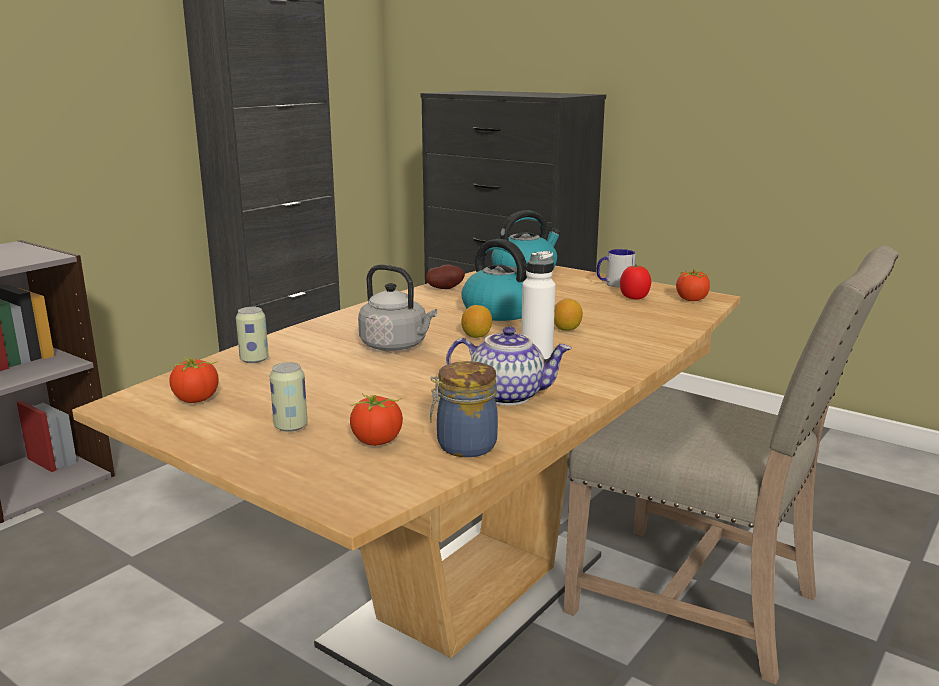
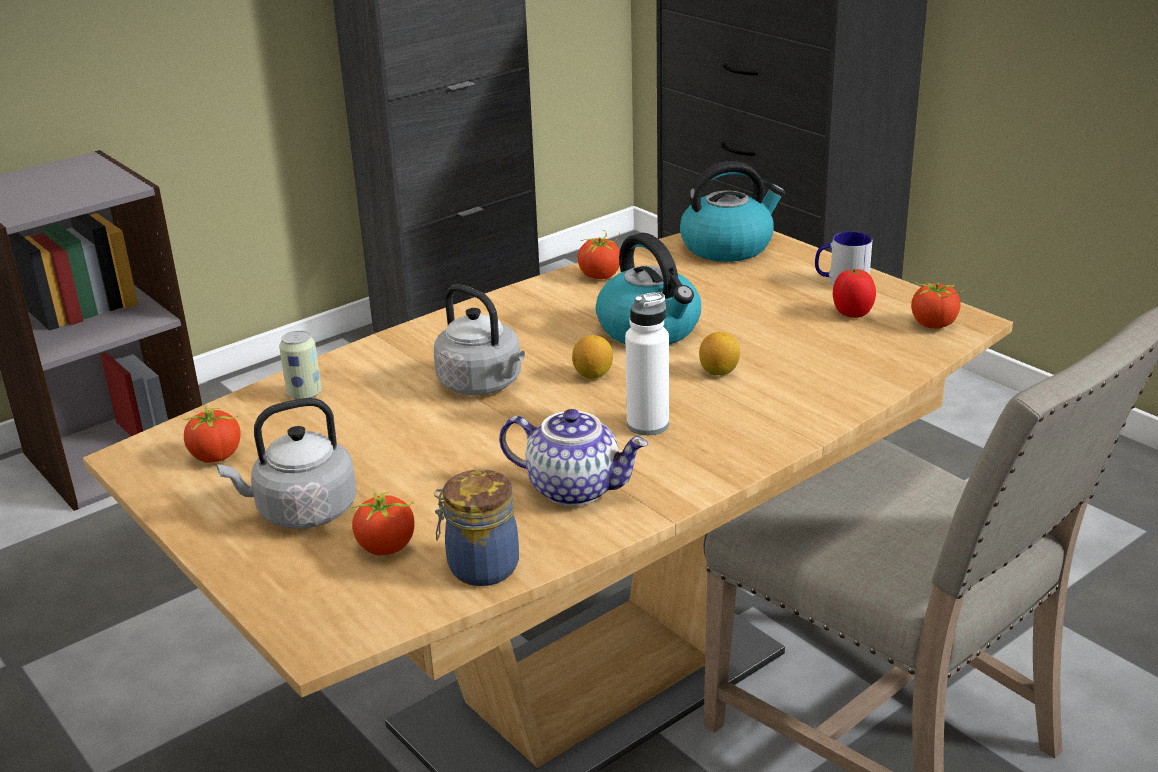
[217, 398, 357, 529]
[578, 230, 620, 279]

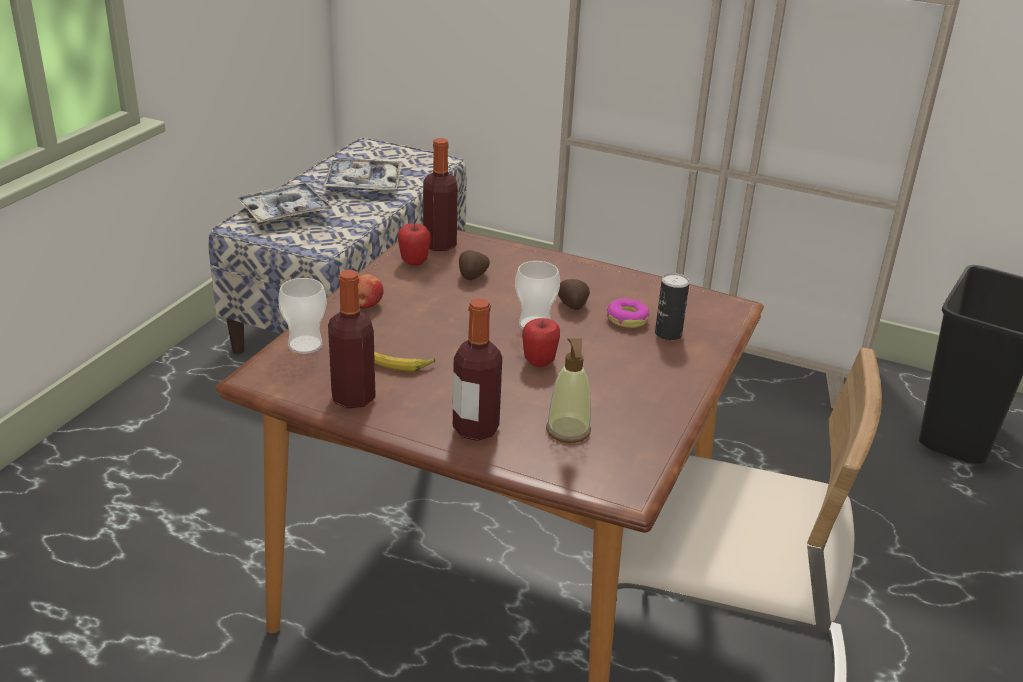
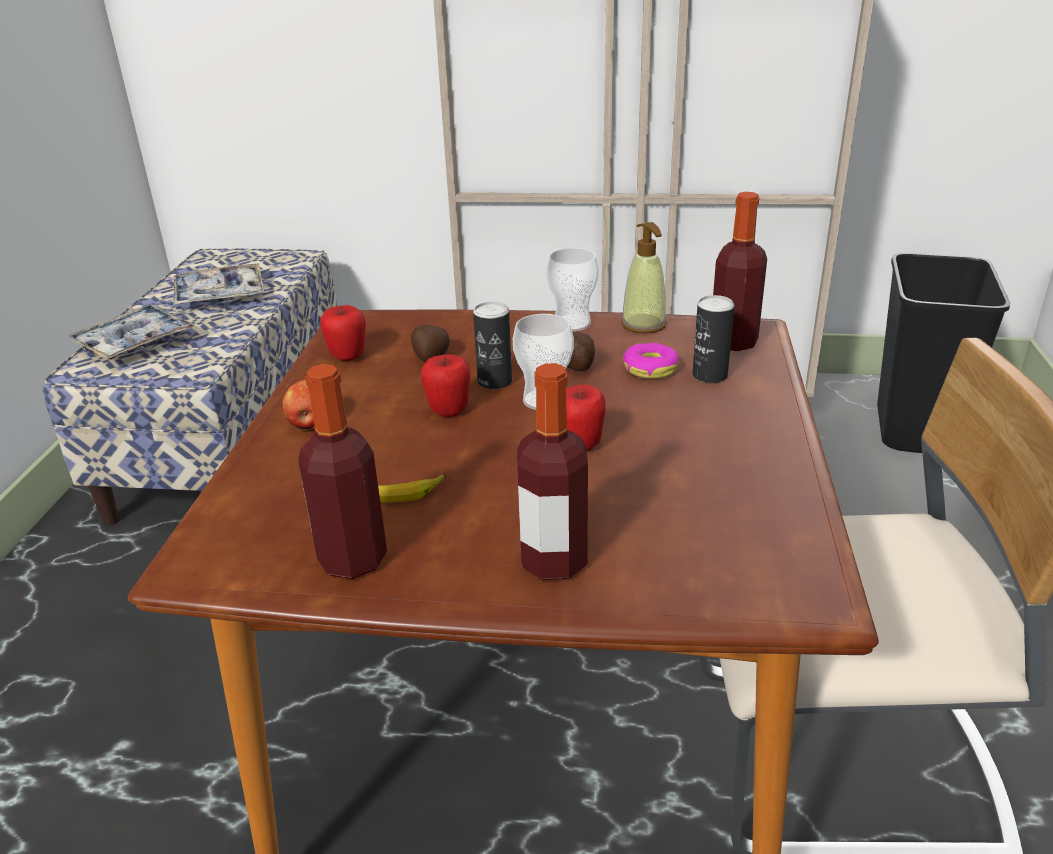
[421, 354, 470, 417]
[473, 302, 512, 389]
[546, 248, 598, 331]
[621, 222, 666, 334]
[713, 192, 767, 351]

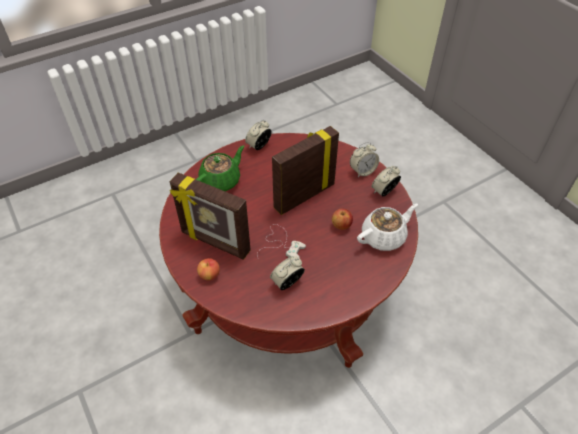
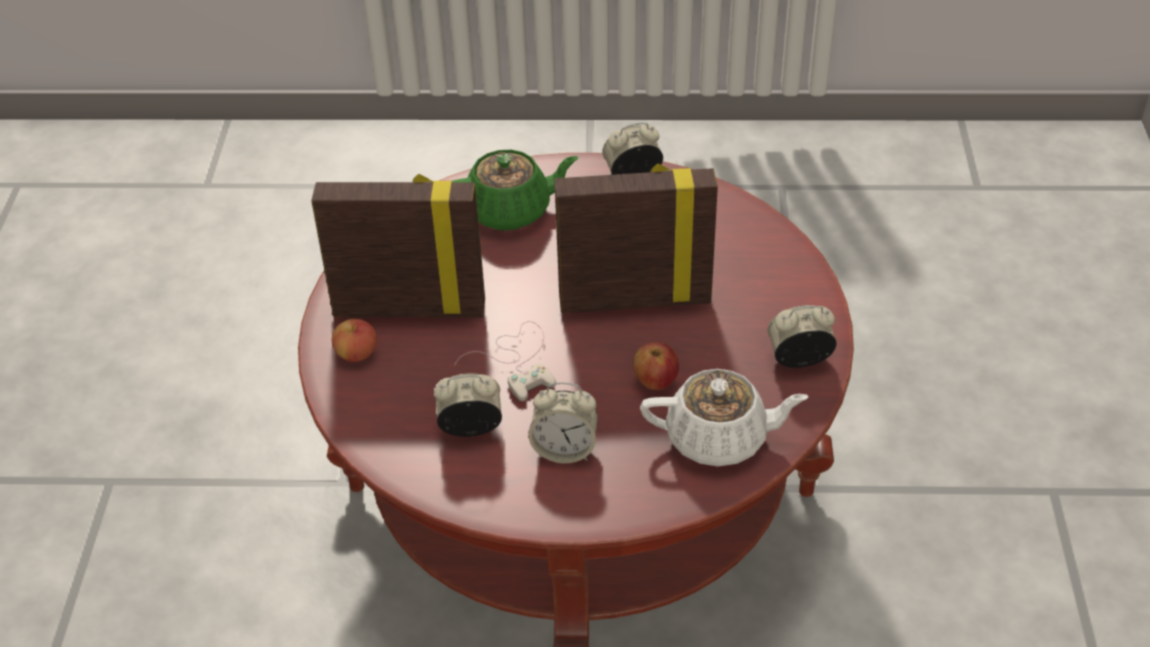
[311, 174, 485, 317]
[528, 382, 598, 463]

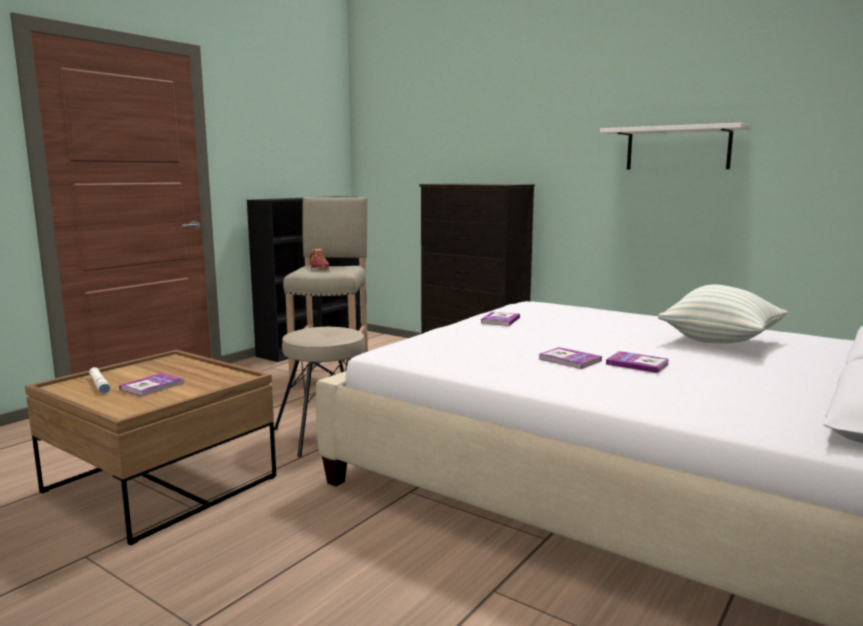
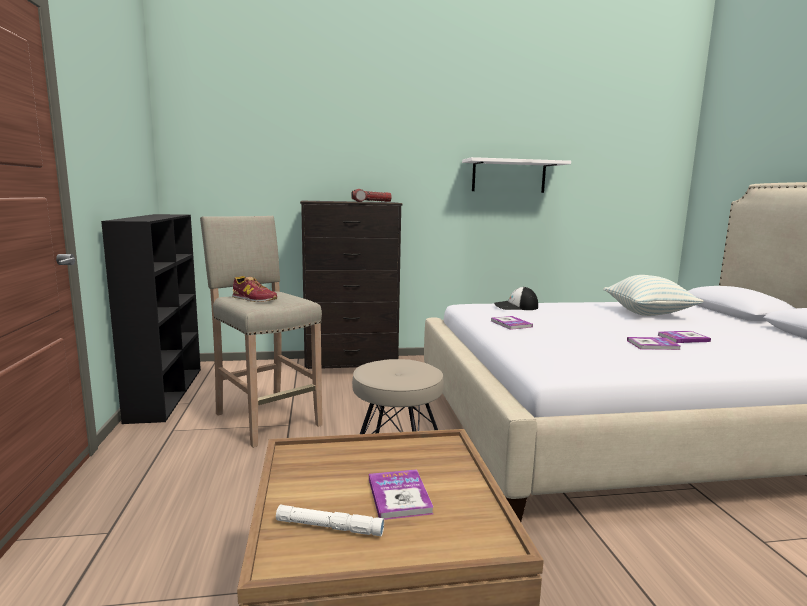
[351, 189, 392, 202]
[494, 287, 538, 310]

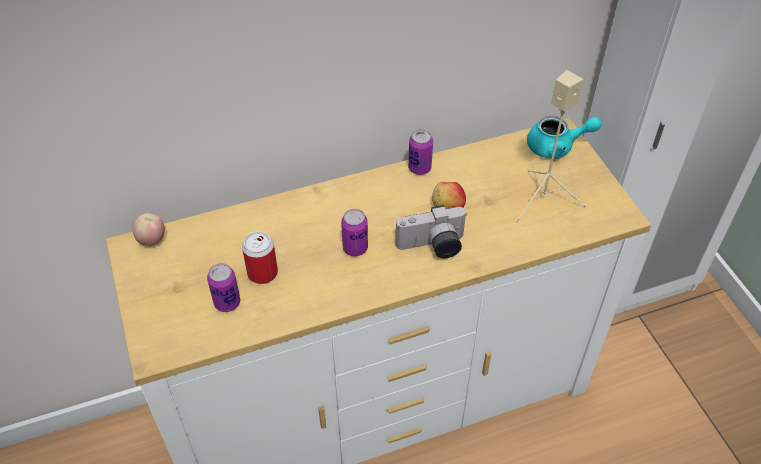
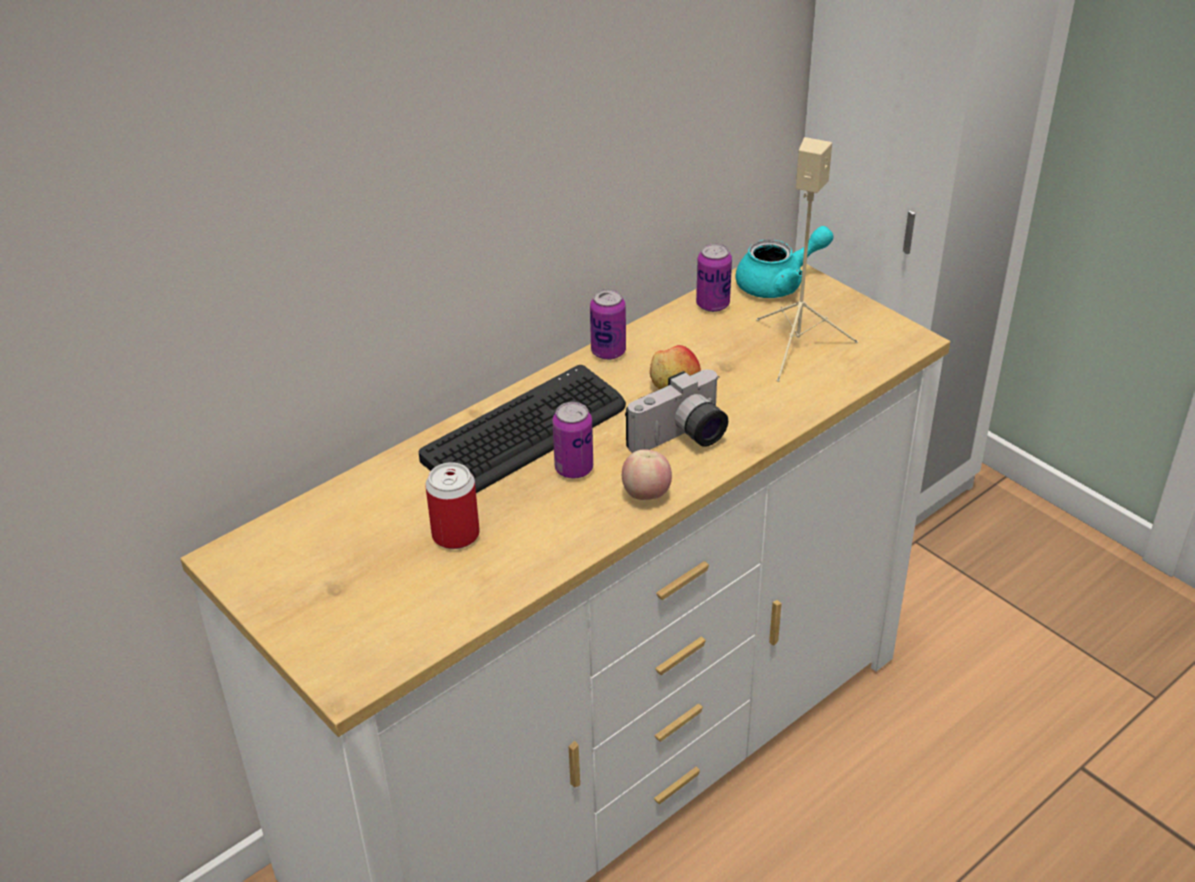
[419, 365, 626, 493]
[622, 449, 672, 500]
[696, 243, 732, 312]

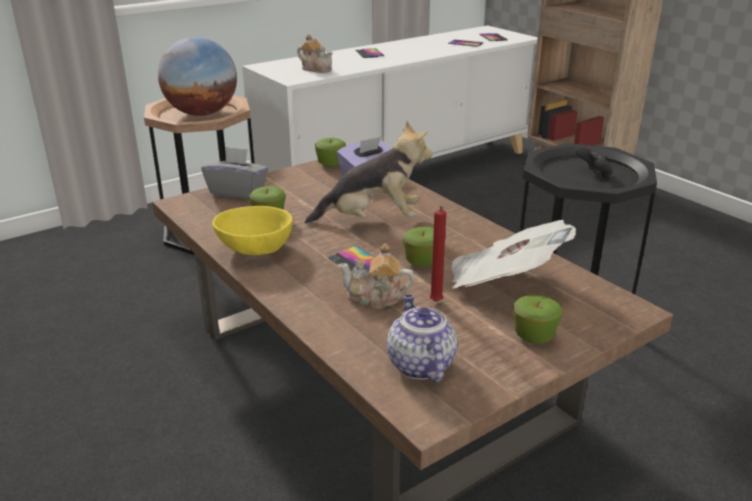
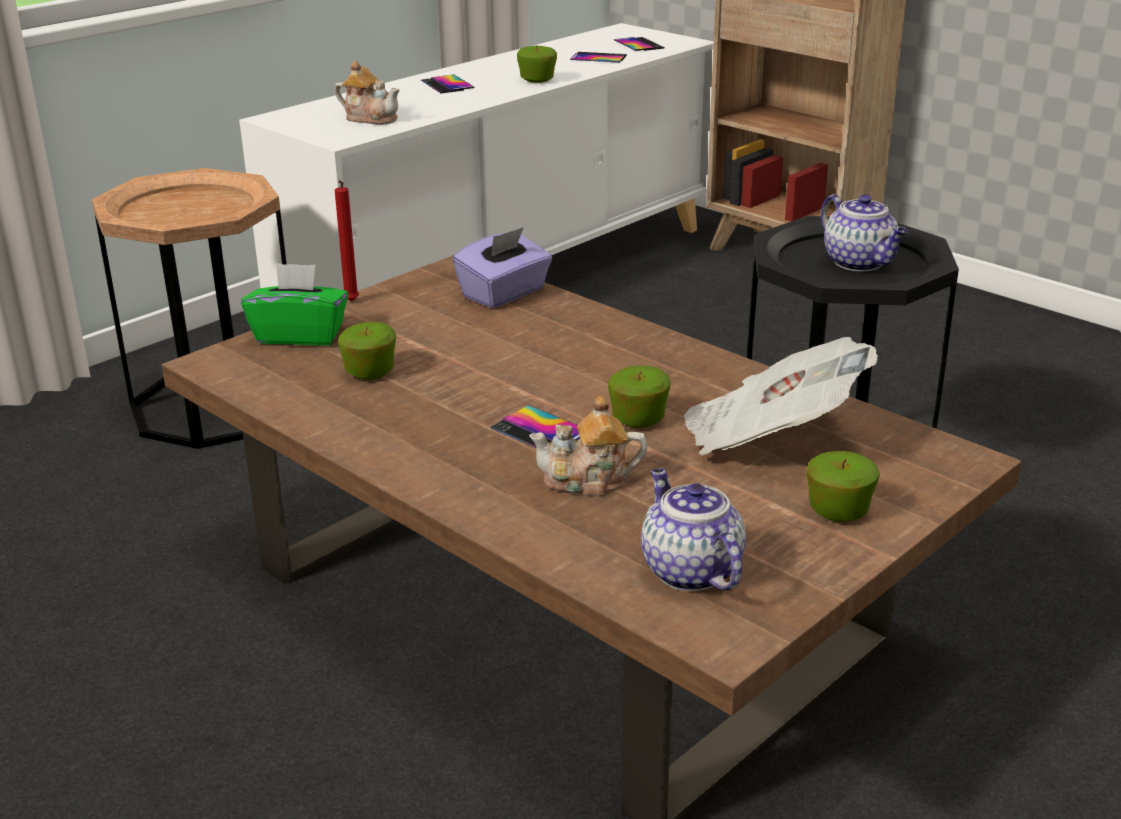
[241, 263, 349, 346]
[335, 180, 359, 302]
[517, 45, 557, 83]
[821, 194, 908, 271]
[158, 37, 237, 116] (first image)
[212, 206, 293, 255] (first image)
[305, 121, 433, 224] (first image)

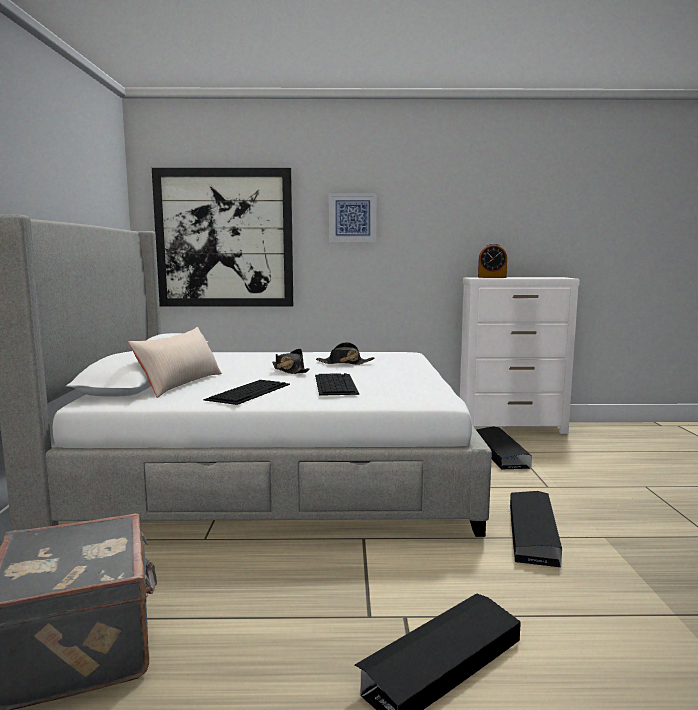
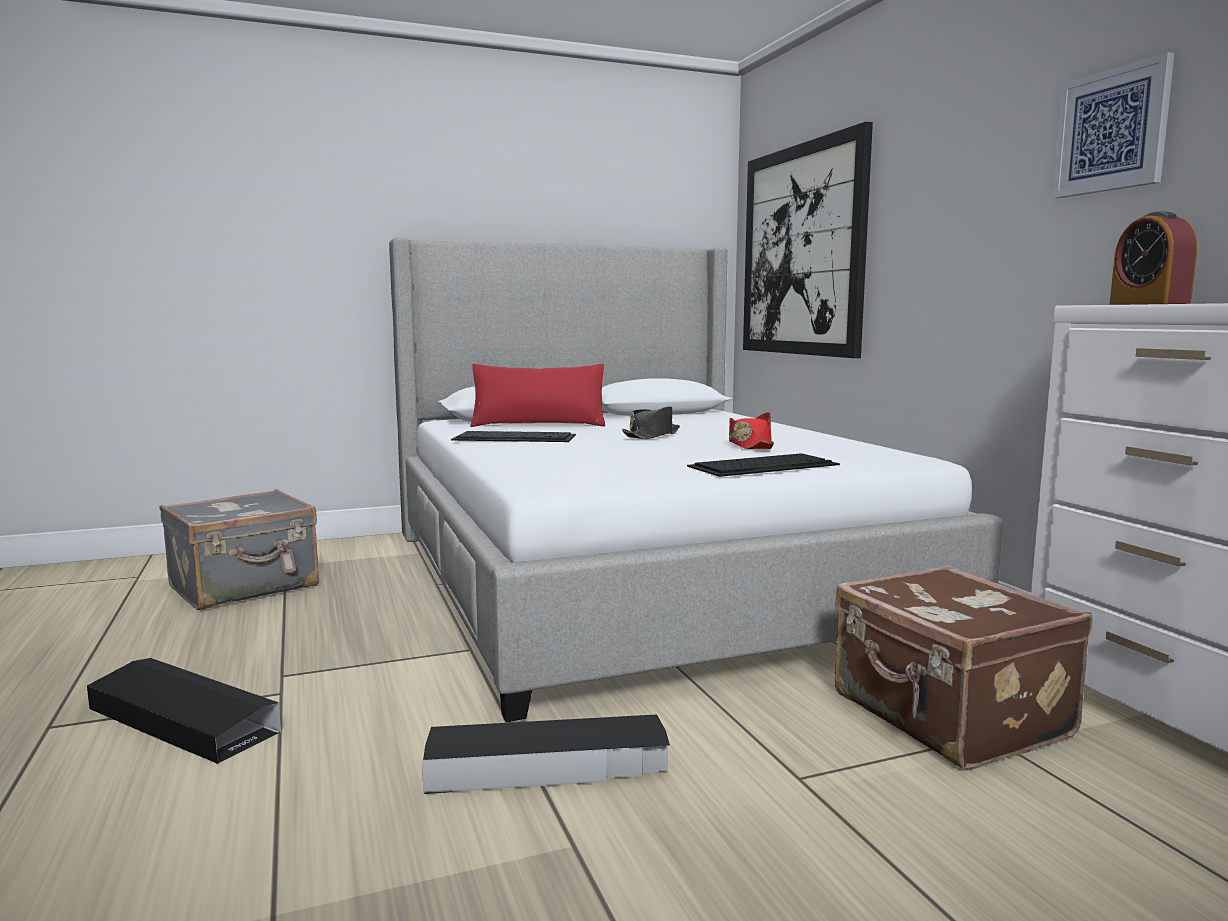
[470, 364, 605, 427]
[687, 453, 840, 477]
[729, 412, 774, 449]
[835, 566, 1093, 770]
[1052, 52, 1174, 198]

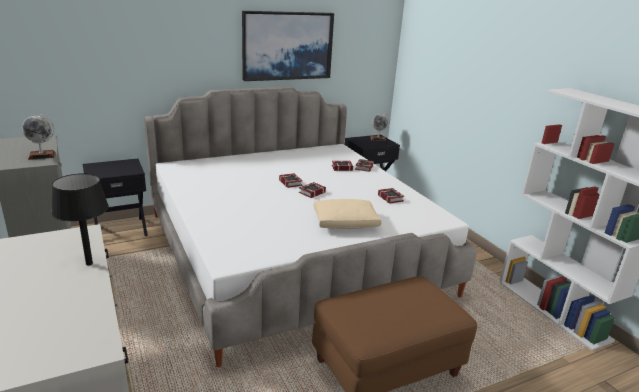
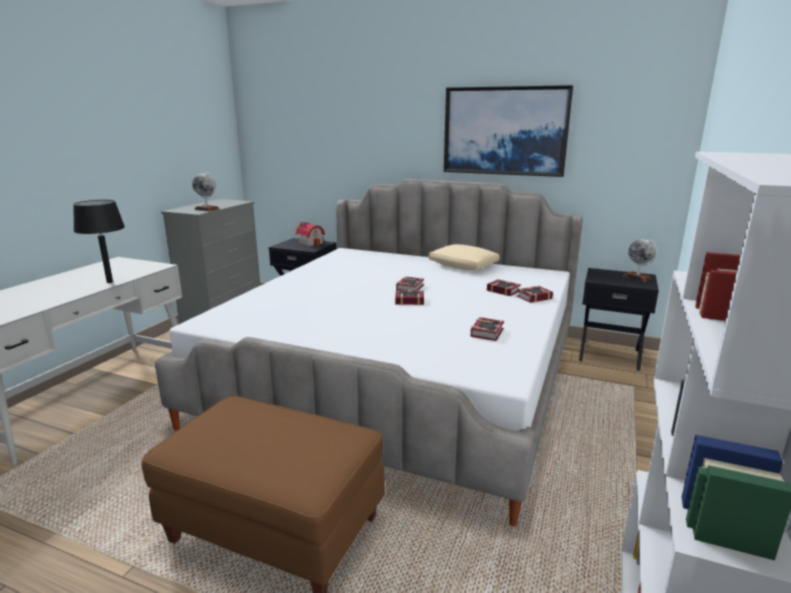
[296, 222, 325, 246]
[428, 244, 500, 270]

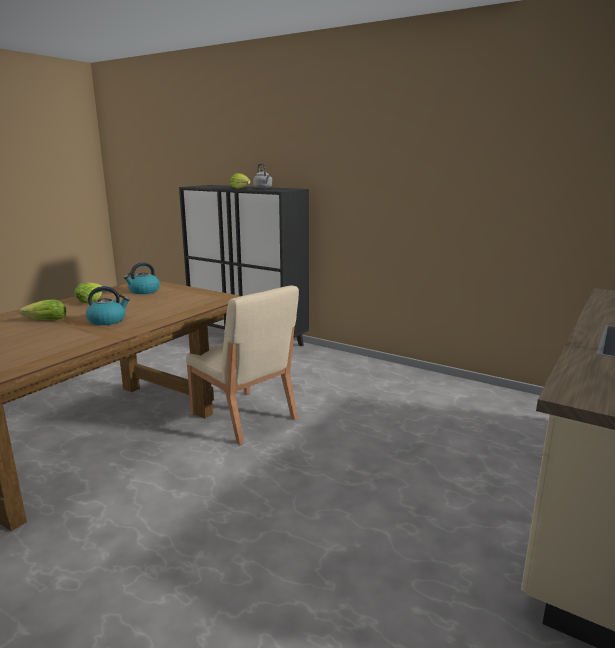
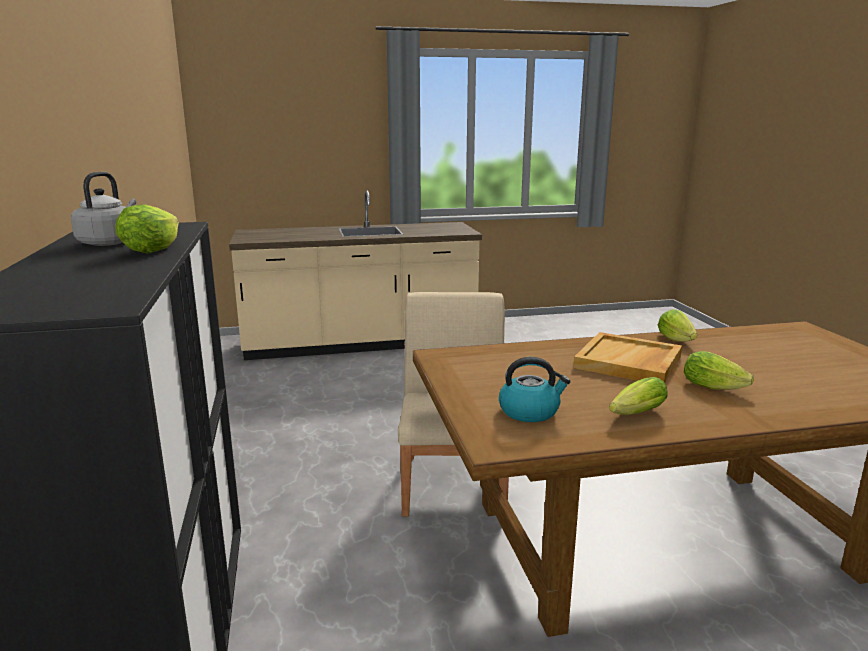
[573, 332, 682, 383]
[658, 309, 697, 342]

